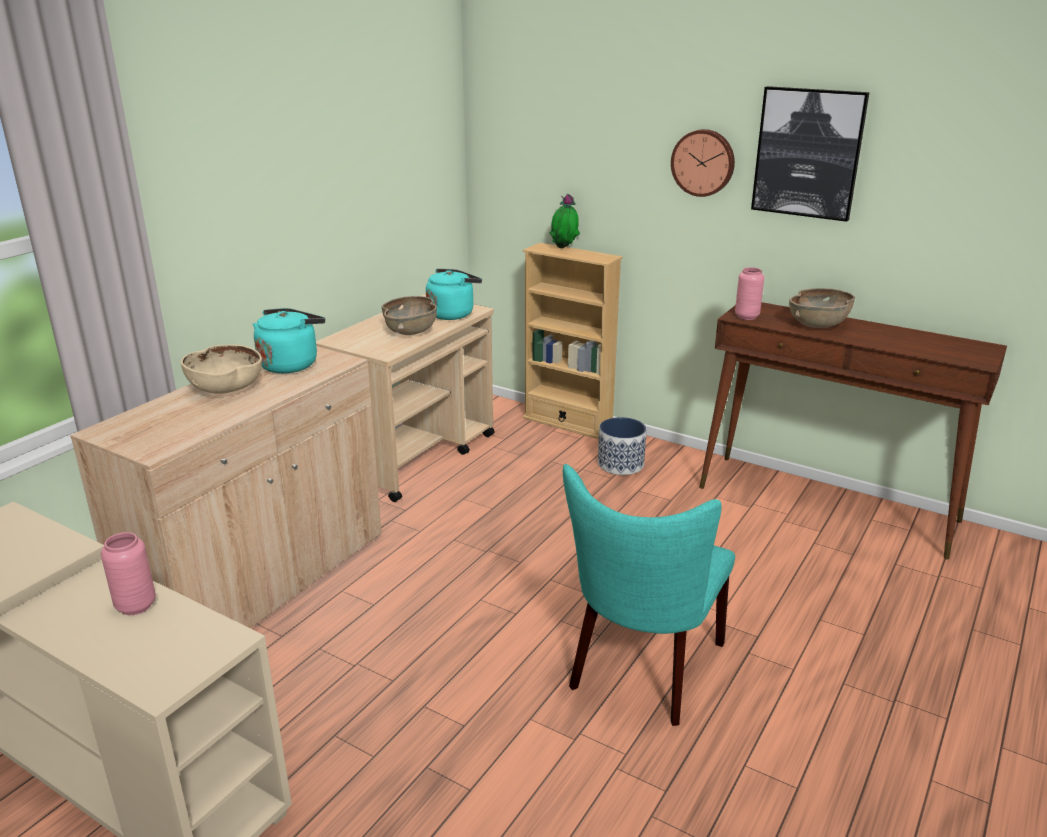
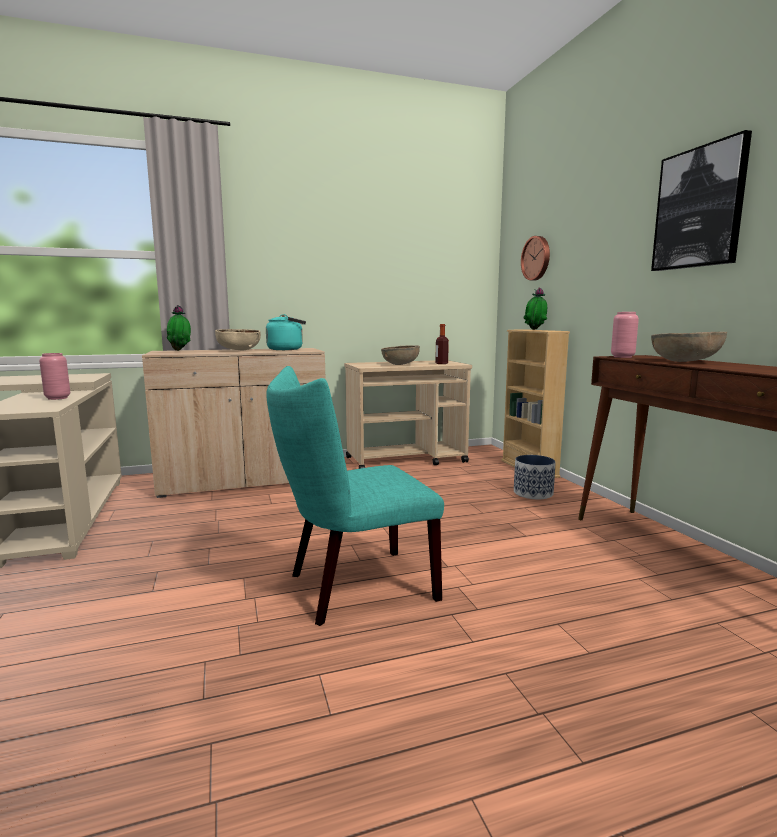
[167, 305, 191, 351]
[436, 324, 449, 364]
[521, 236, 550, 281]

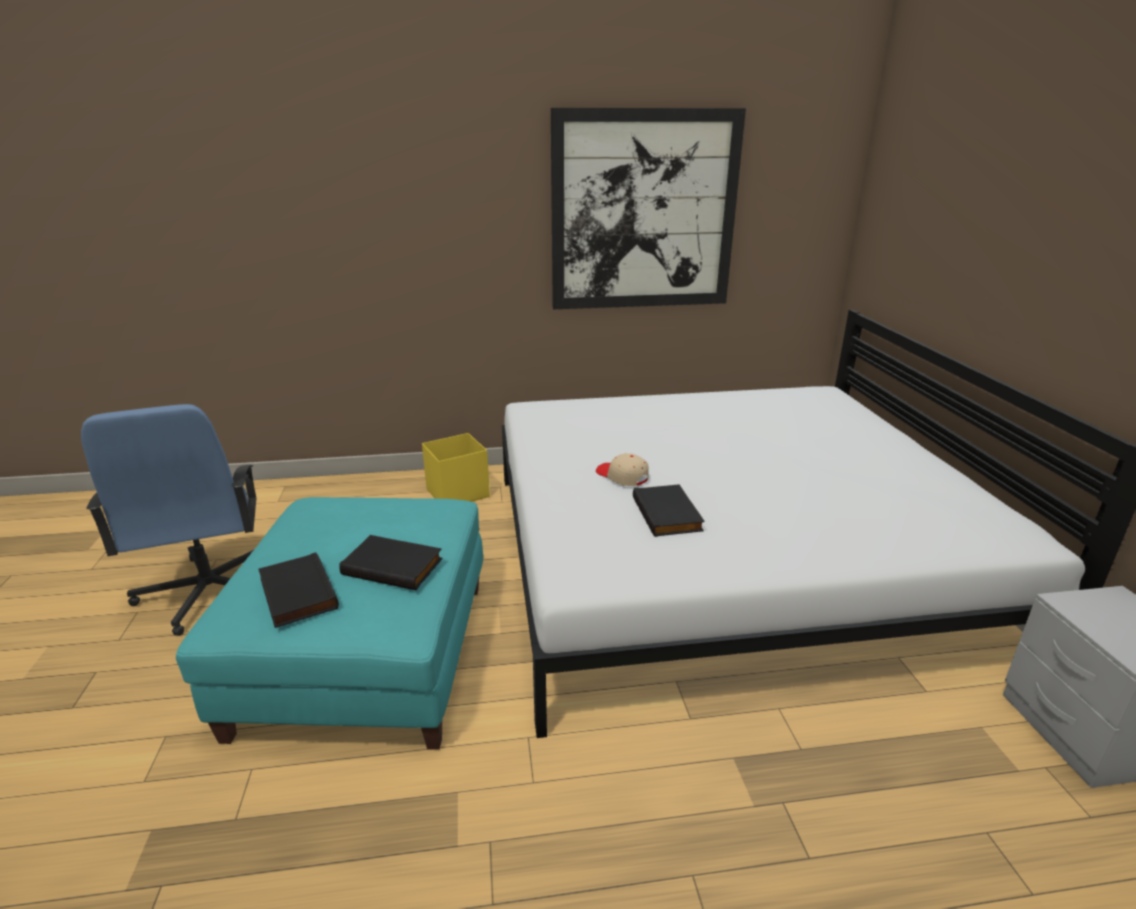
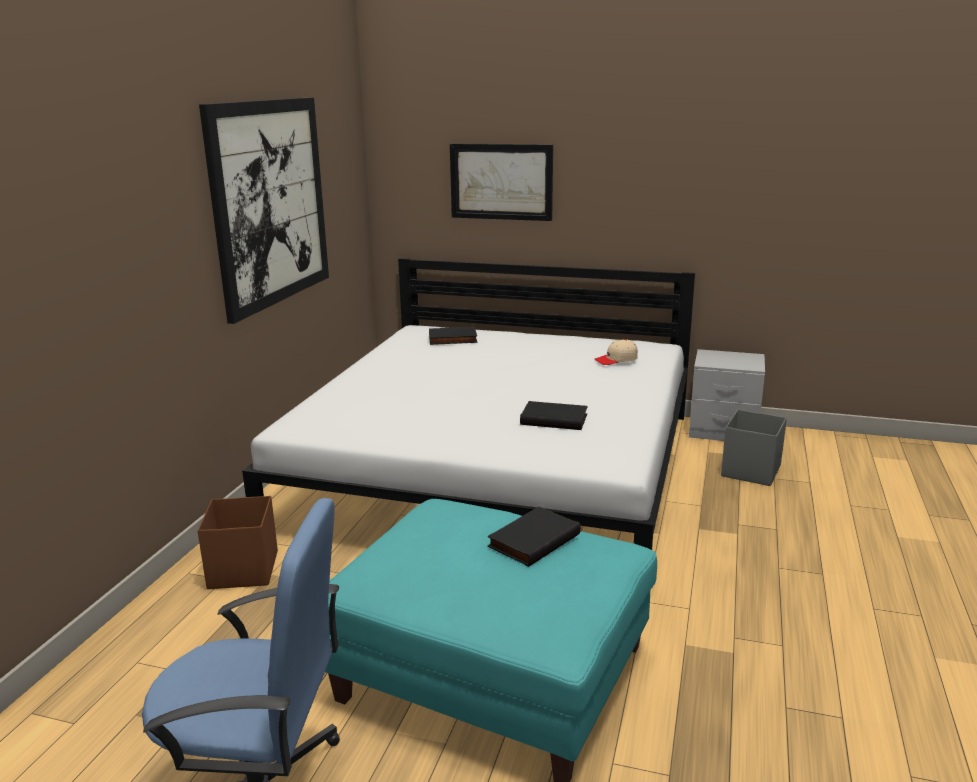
[197, 496, 278, 589]
[429, 327, 477, 345]
[450, 144, 553, 221]
[595, 339, 638, 365]
[721, 409, 787, 486]

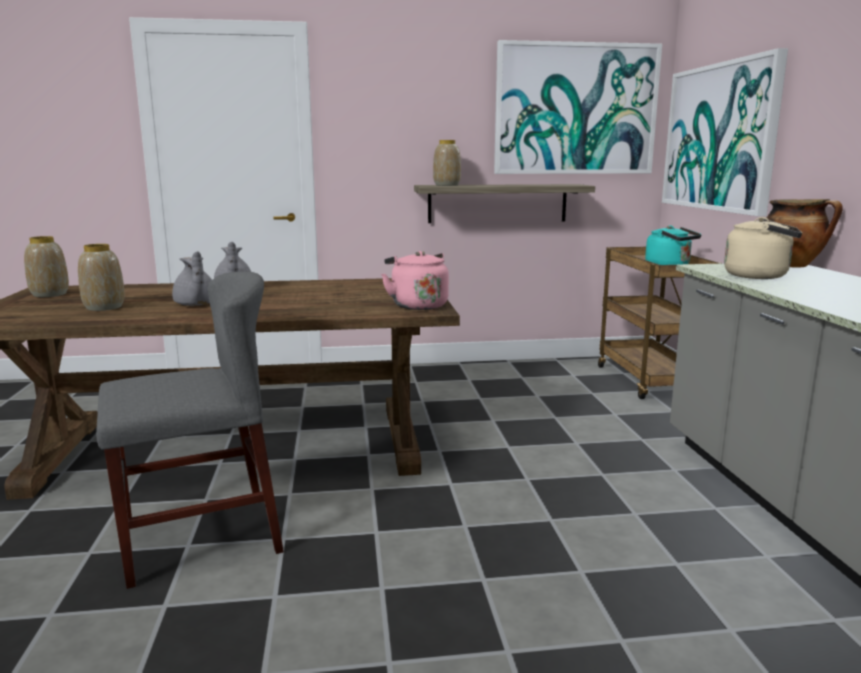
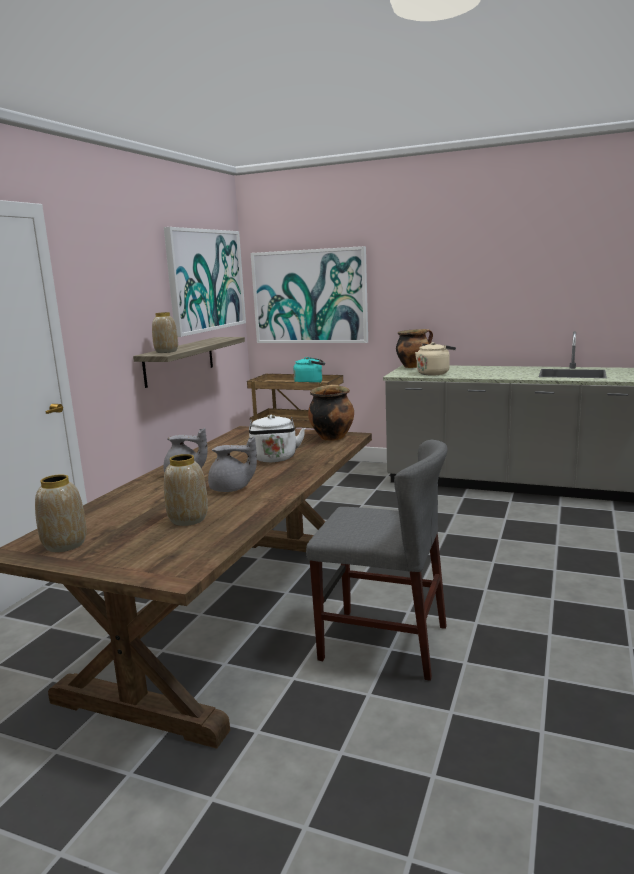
[249, 415, 305, 462]
[306, 439, 448, 681]
[308, 384, 354, 441]

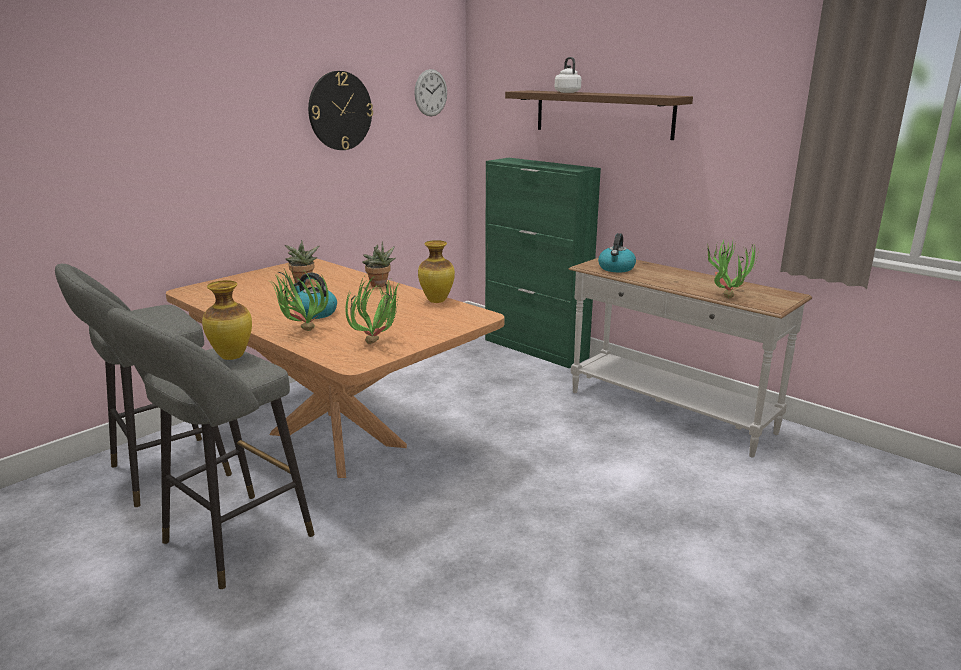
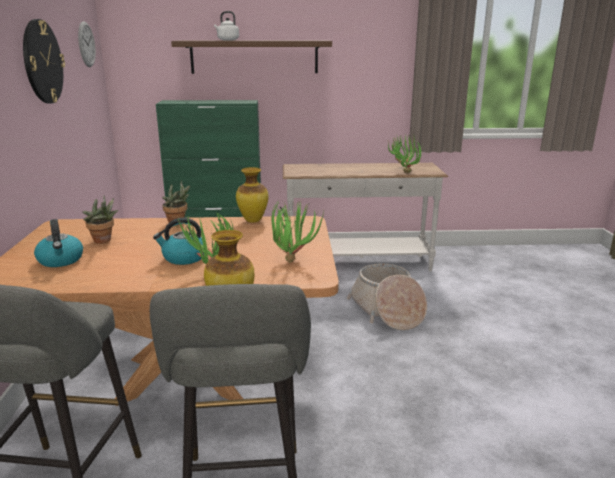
[34, 219, 83, 267]
[347, 263, 427, 330]

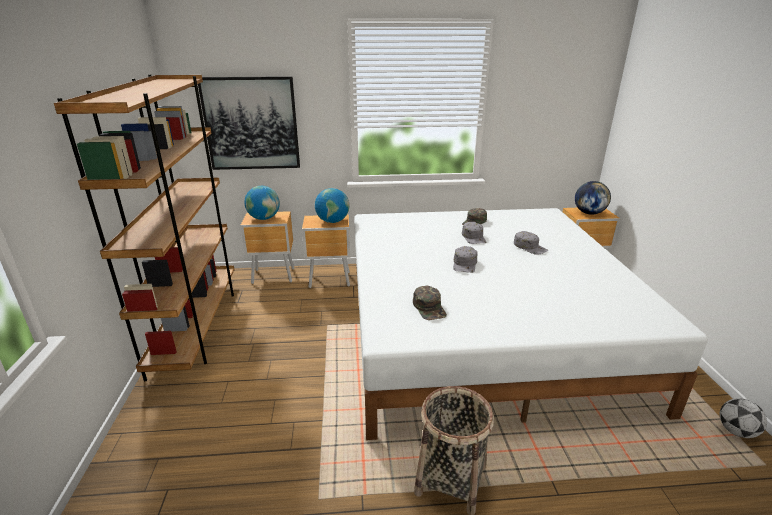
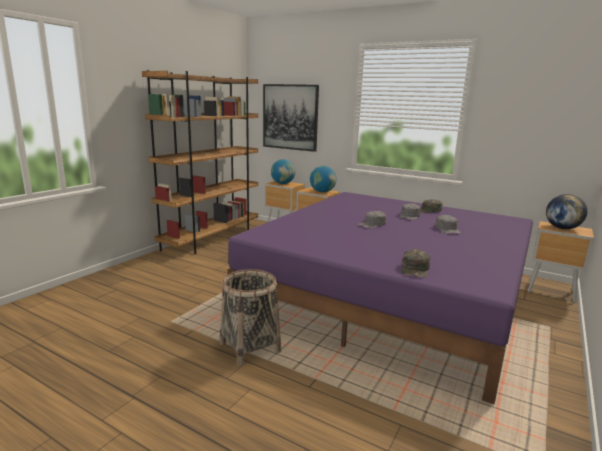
[227, 192, 533, 404]
[401, 249, 430, 278]
[719, 398, 767, 438] (first image)

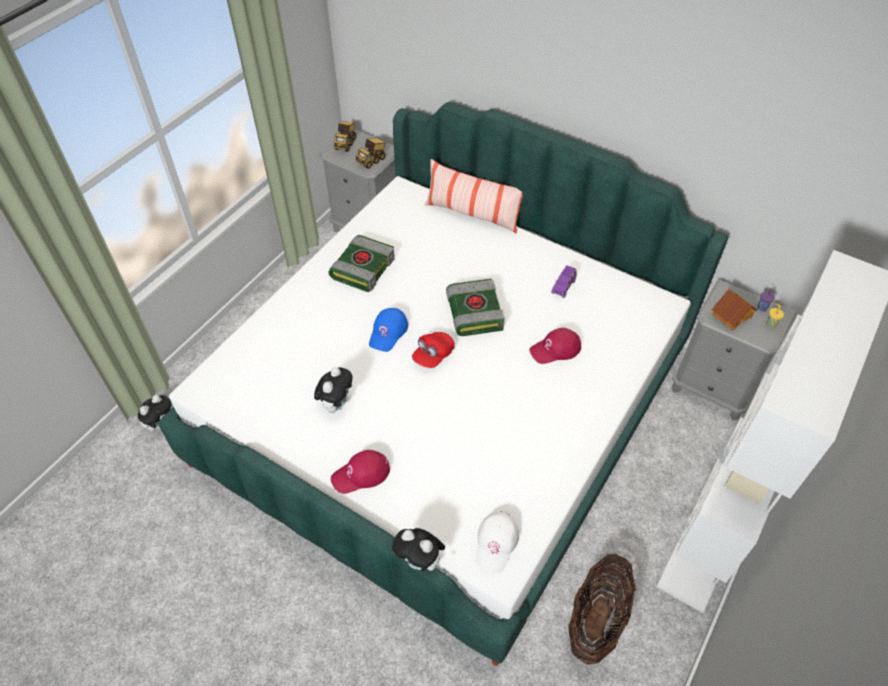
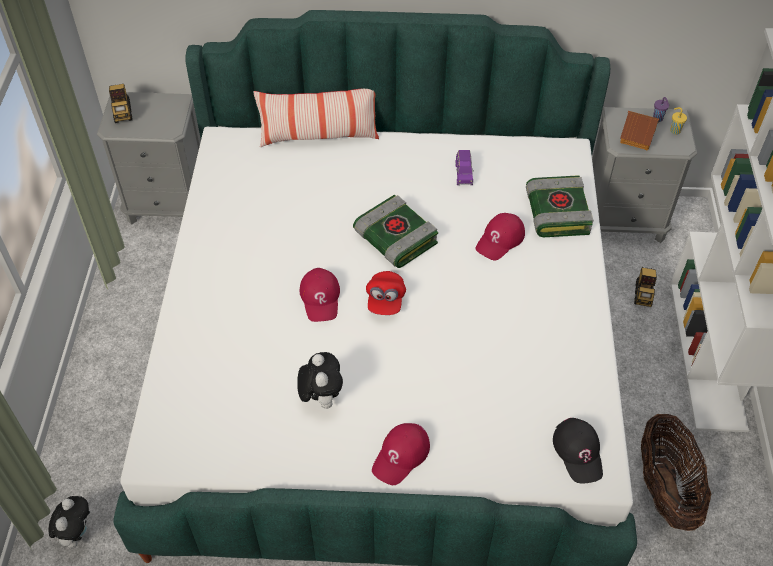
[299, 268, 340, 322]
[526, 175, 593, 237]
[553, 418, 603, 483]
[634, 267, 657, 307]
[392, 528, 445, 571] (first image)

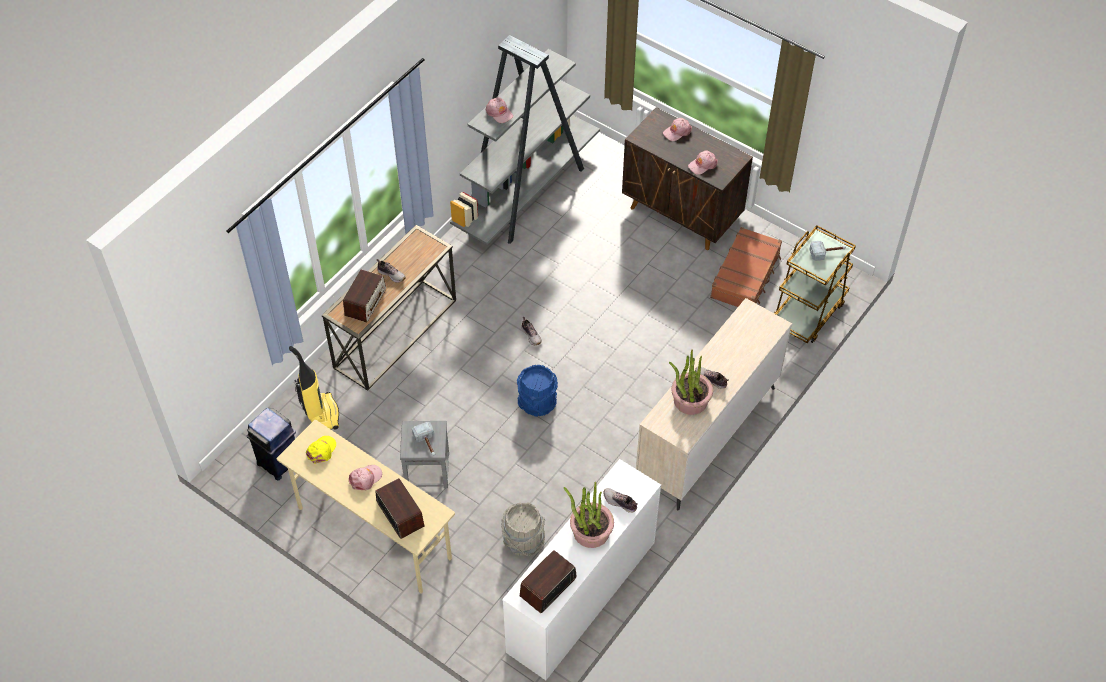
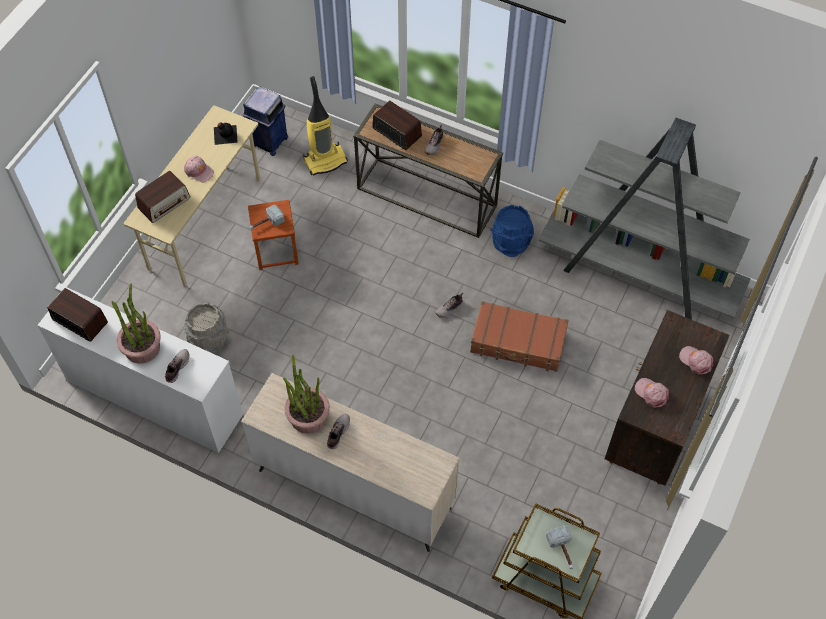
[214, 123, 238, 145]
[248, 200, 299, 270]
[372, 100, 422, 150]
[470, 301, 569, 372]
[490, 205, 534, 257]
[486, 98, 513, 123] (first image)

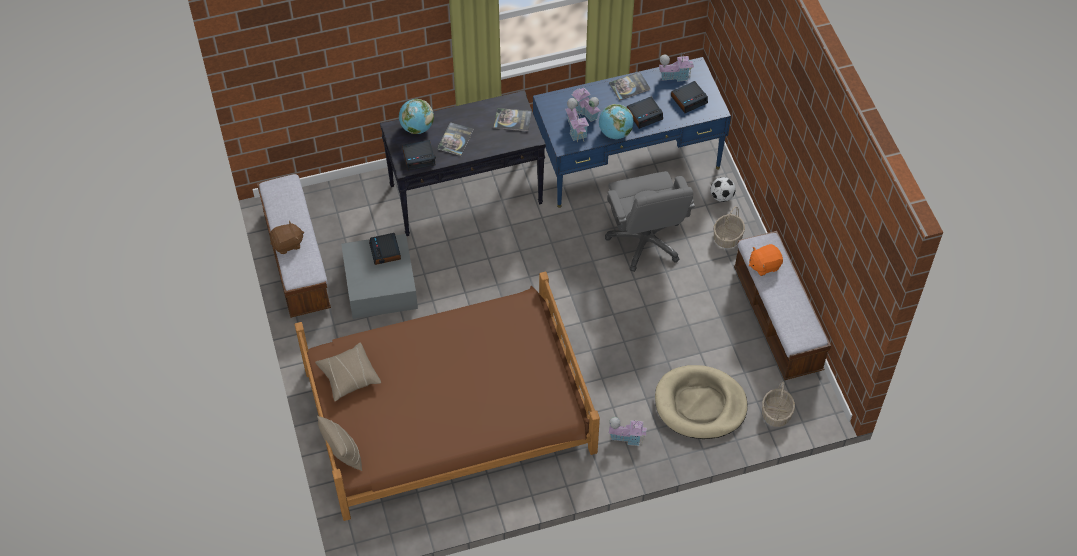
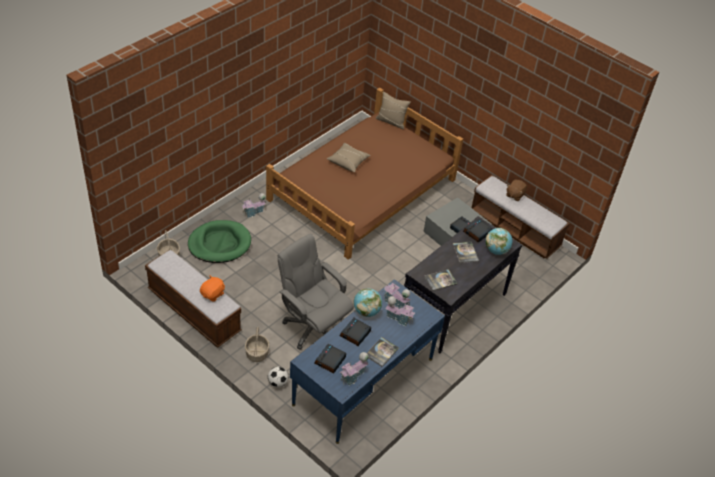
[188, 220, 251, 263]
[327, 143, 371, 172]

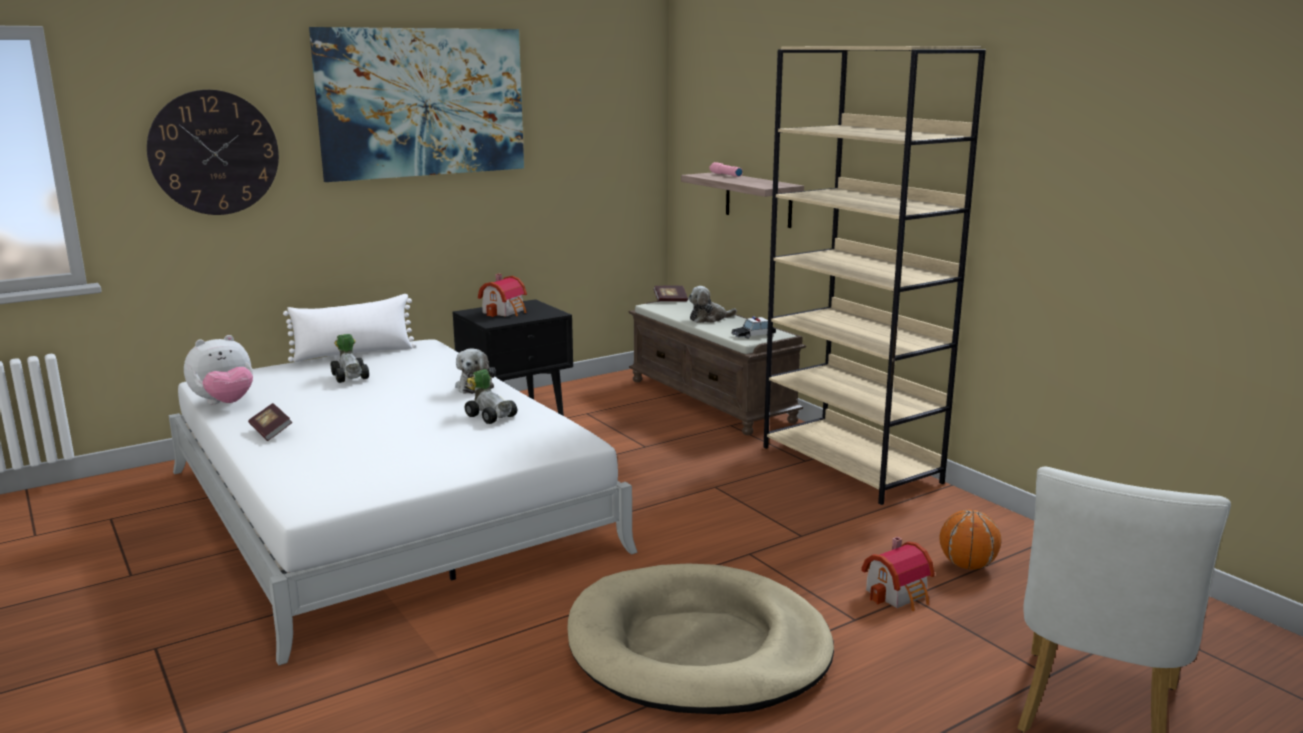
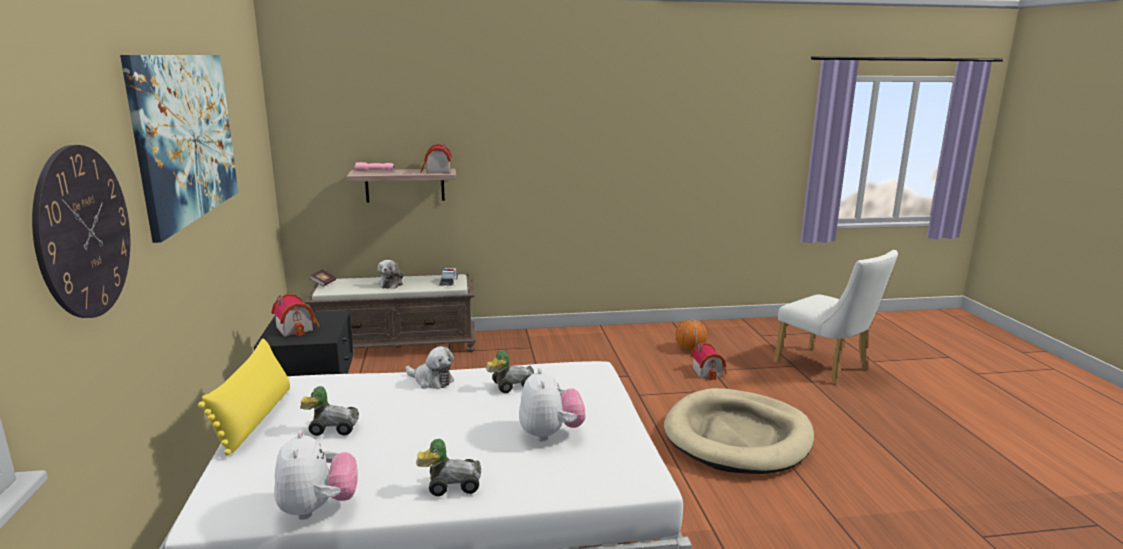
[198, 339, 290, 455]
[416, 439, 481, 496]
[420, 144, 452, 173]
[519, 368, 586, 442]
[764, 46, 986, 505] (first image)

